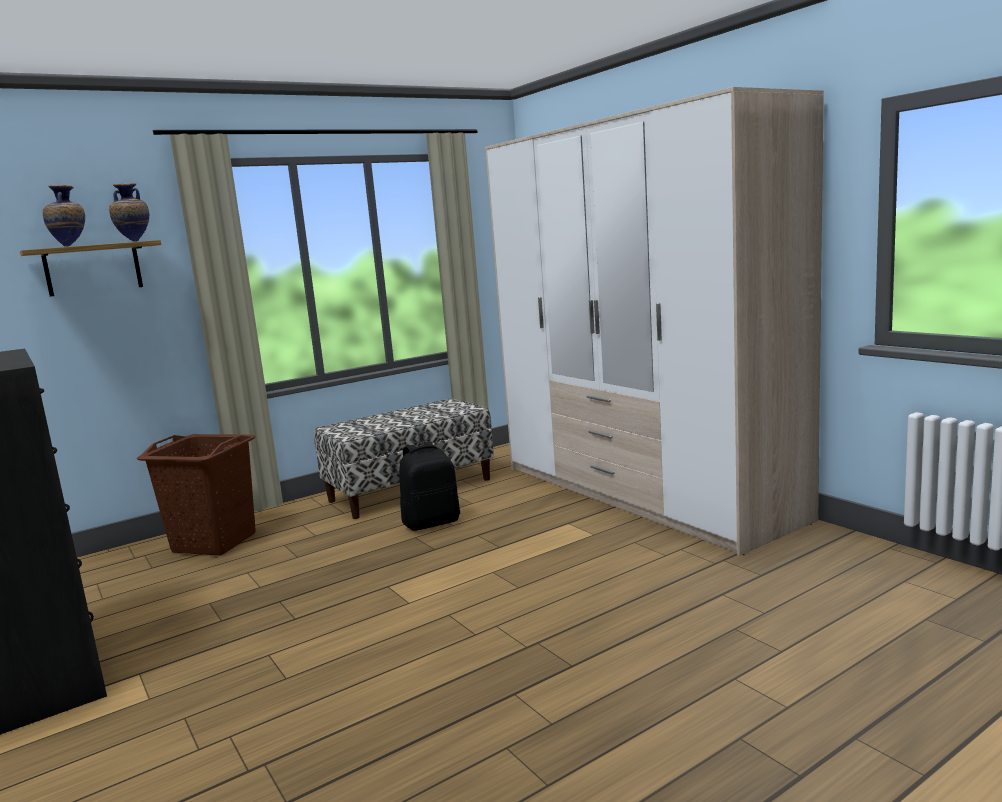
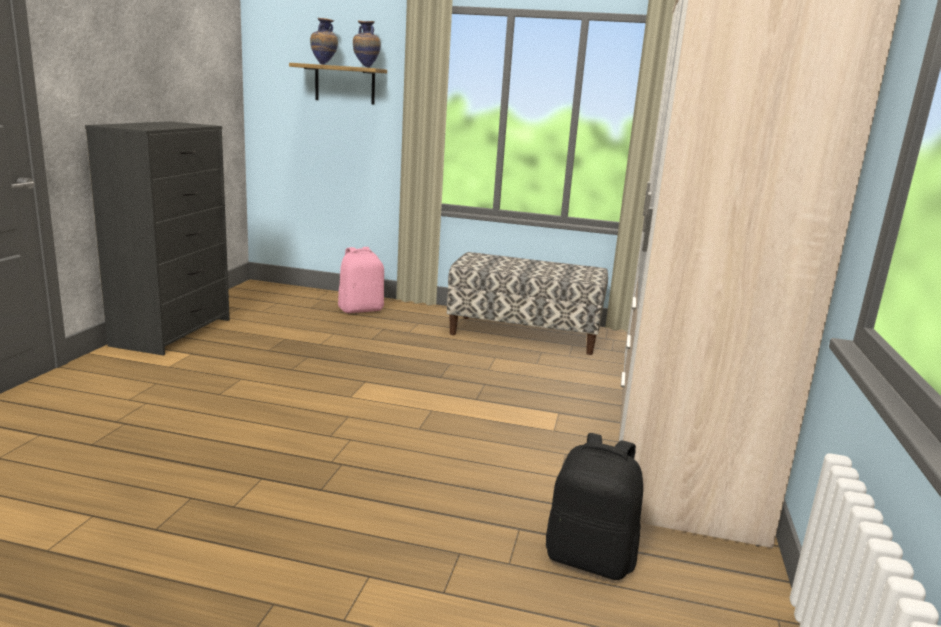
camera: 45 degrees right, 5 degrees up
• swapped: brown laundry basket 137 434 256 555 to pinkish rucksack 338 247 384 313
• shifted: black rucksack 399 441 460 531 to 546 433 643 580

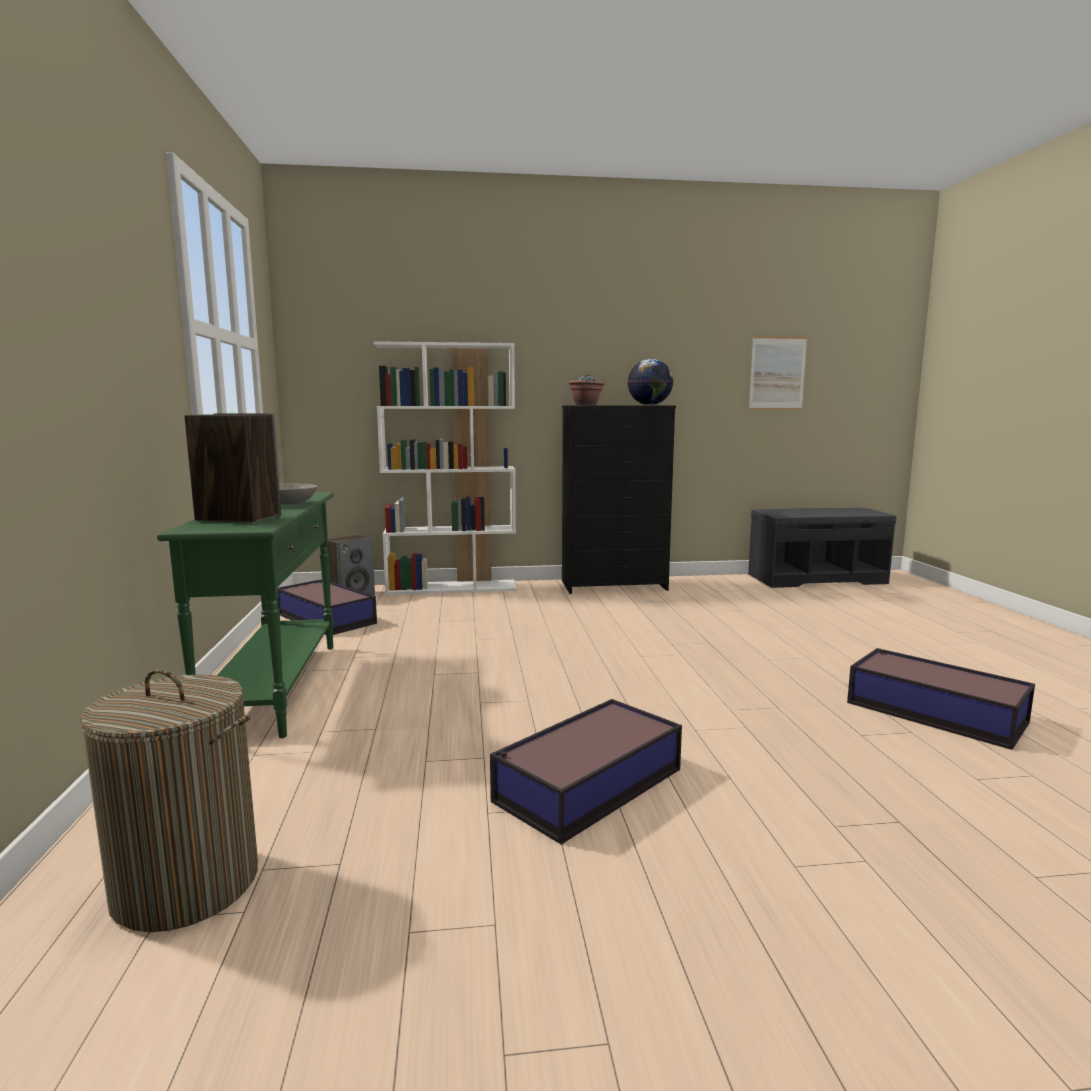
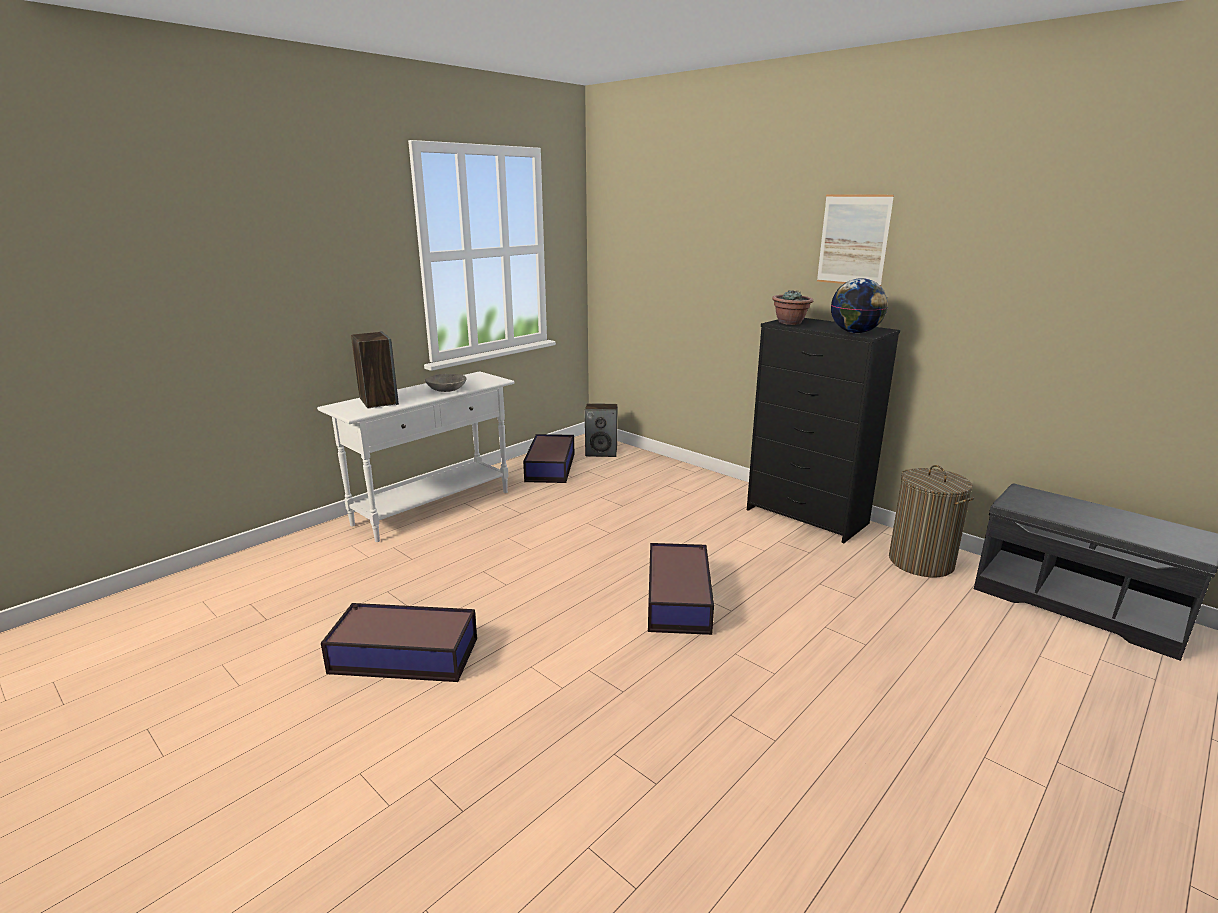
camera: 50 degrees right, 10 degrees up
• shifted: wall art 749 337 807 409 to 817 195 894 286
• gone: white-coloured shelving unit 374 341 517 595
• repainted: greenish hall table 157 492 334 738 to white-coloured hall table 317 371 515 542
• shifted: storage bin 847 648 1035 750 to 648 543 714 635
• shifted: laundry basket 80 669 258 932 to 889 465 974 577

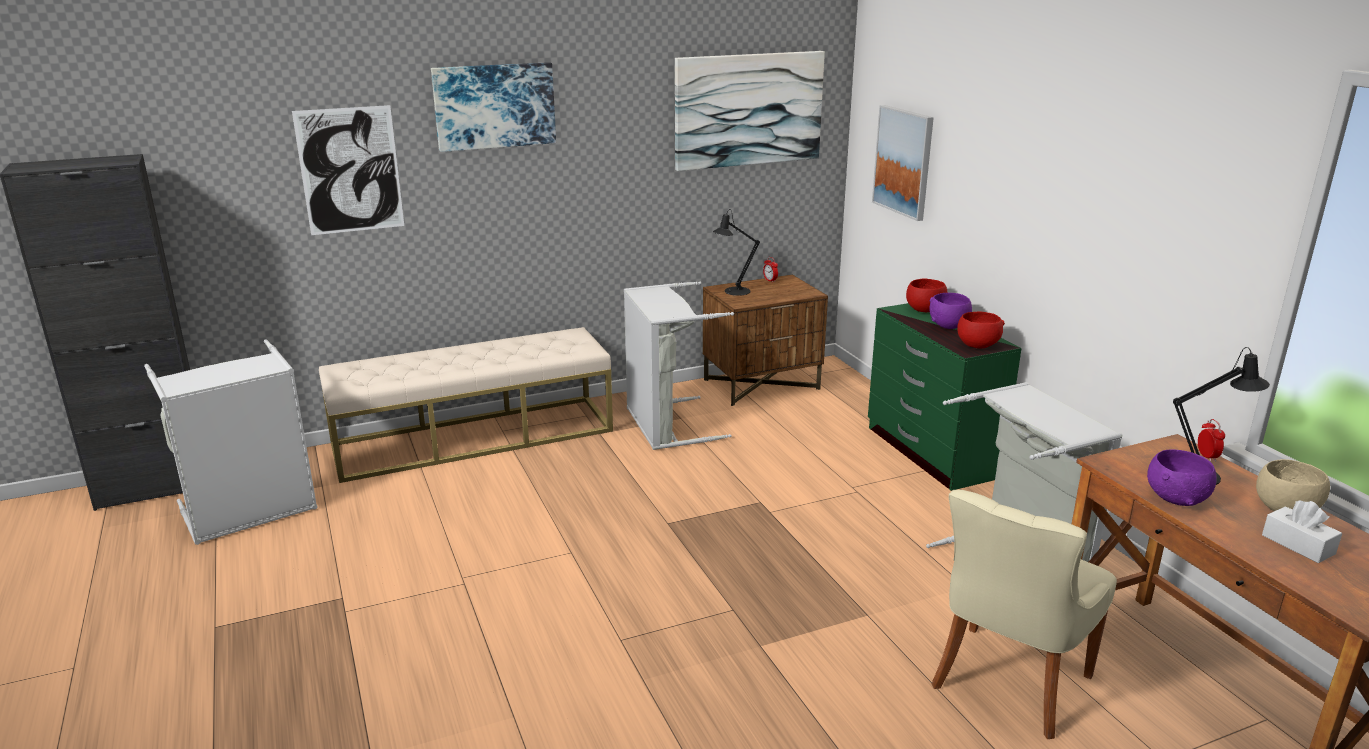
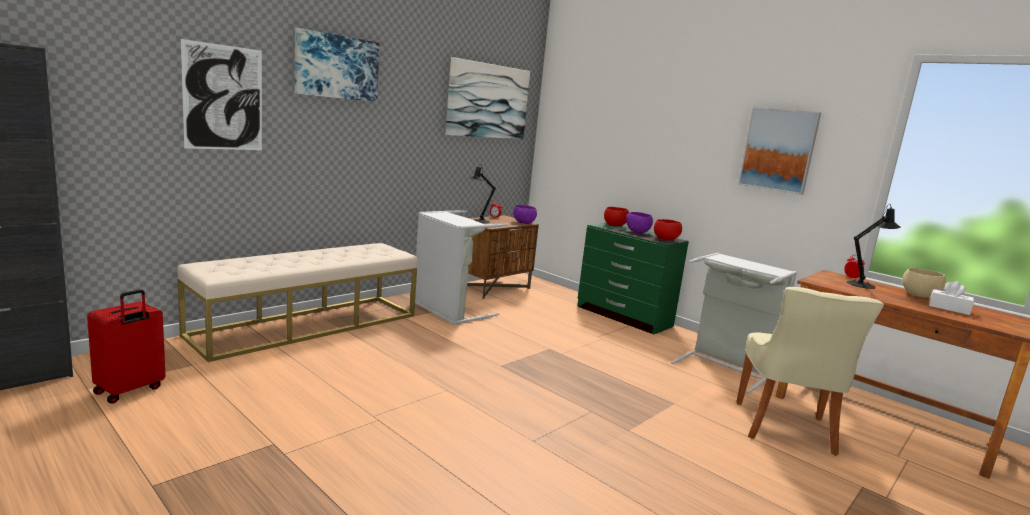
camera: 25 degrees left, 10 degrees down
• shifted: wall art 872 105 934 221 to 738 108 821 195
• swapped: gray laundry basket 144 339 318 545 to reddish piece of luggage 87 289 166 403
• shifted: purplish deep dish 1147 449 1217 506 to 513 205 537 224

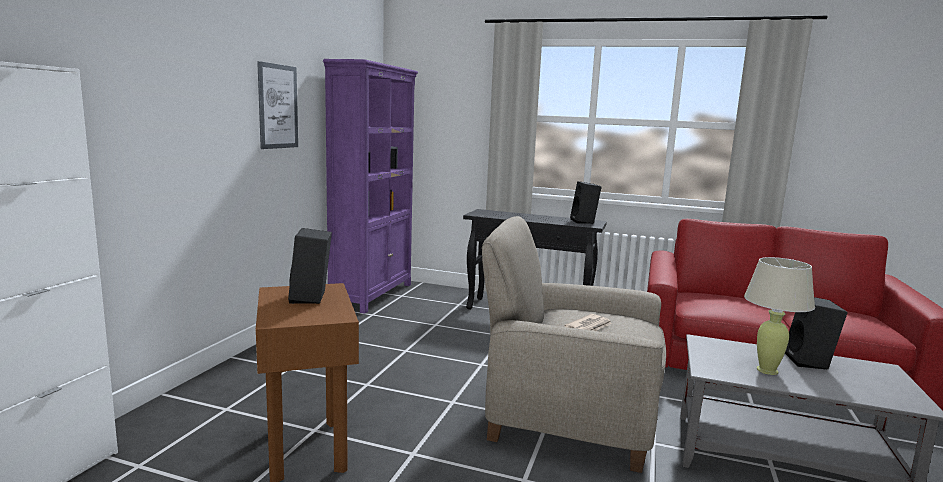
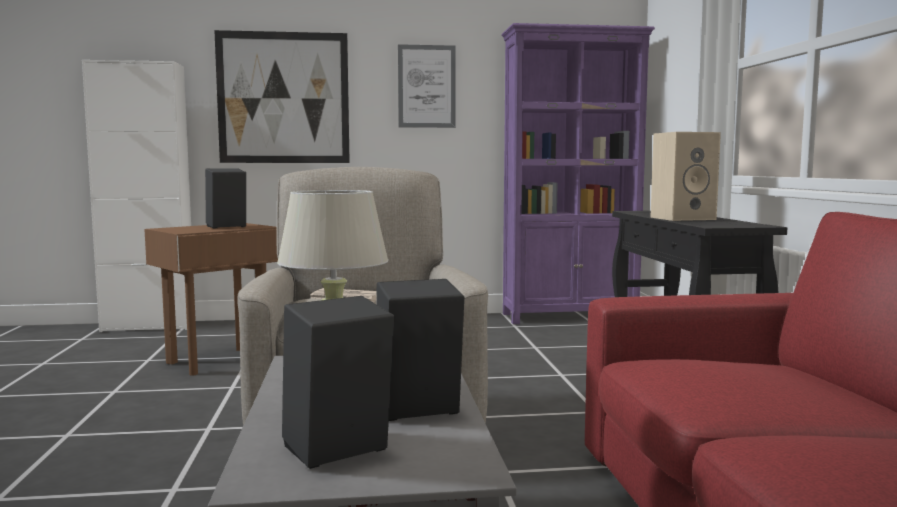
camera: 65 degrees right, 5 degrees down
• shifted: black audio speaker 570 181 602 224 to 282 296 394 469
• new: wall art 214 30 350 163
• new: beige audio speaker 650 132 721 221

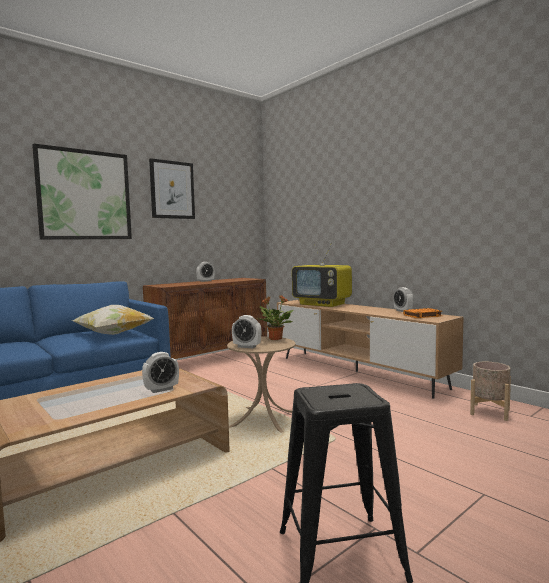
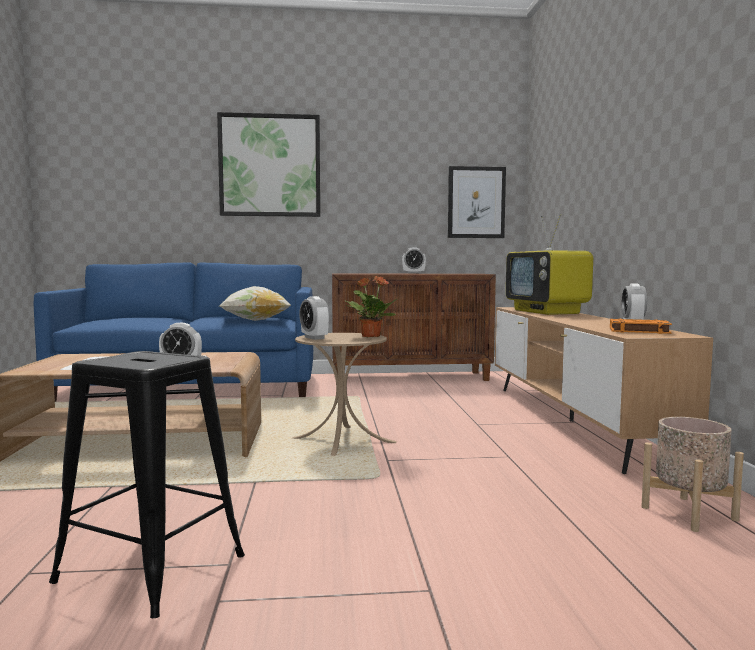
camera: 35 degrees right, 0 degrees up
• shifted: wall art 149 158 195 219 to 448 166 506 238

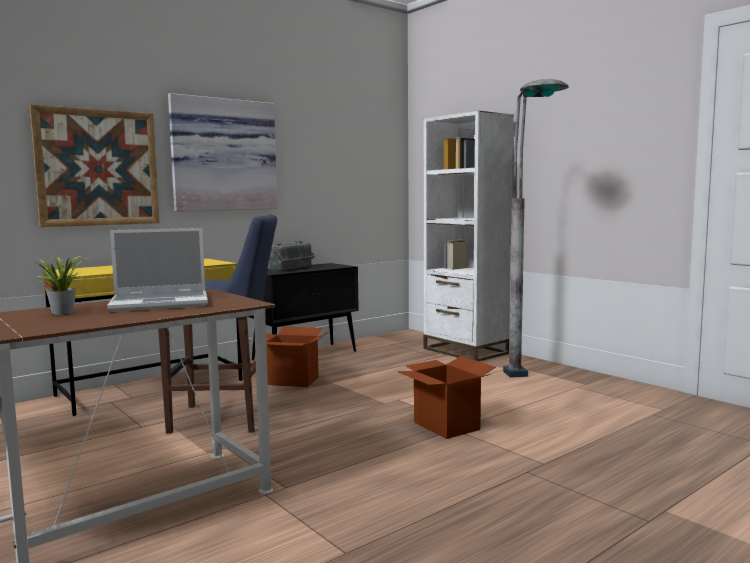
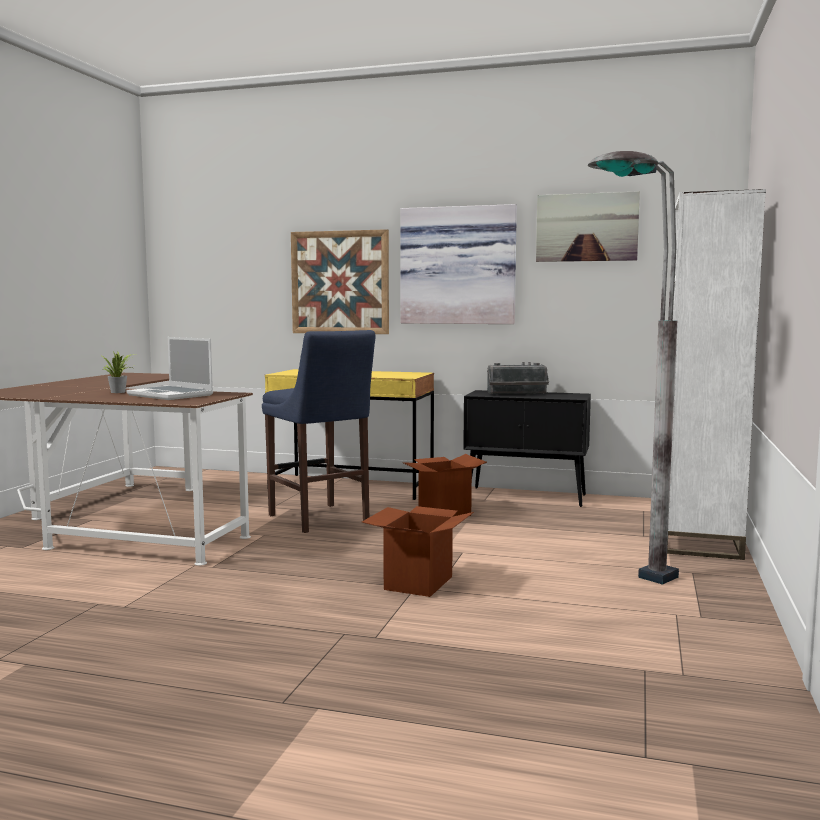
camera: 55 degrees right, 0 degrees up
• new: wall art 536 191 640 262

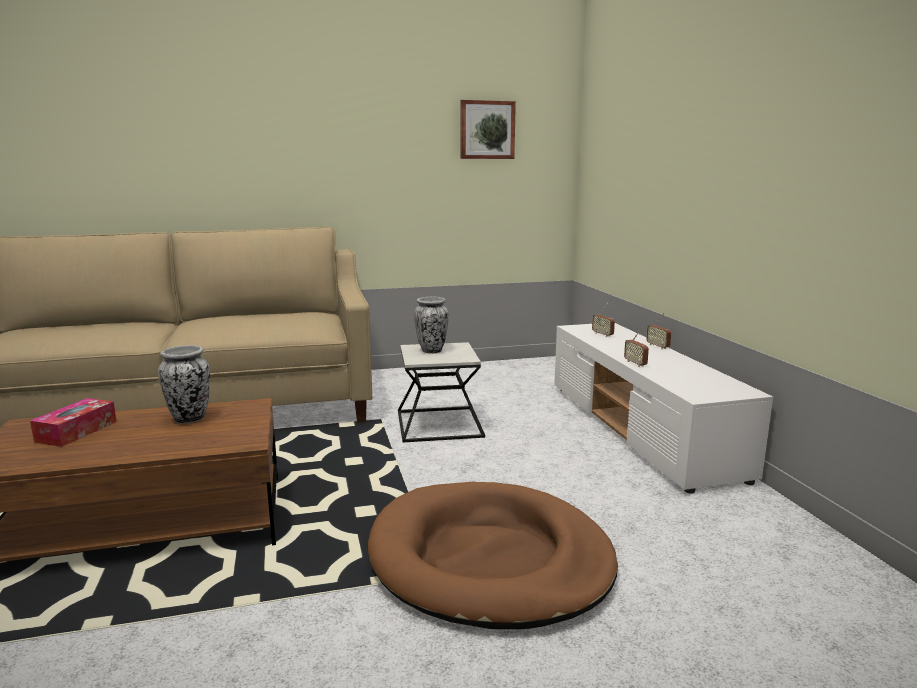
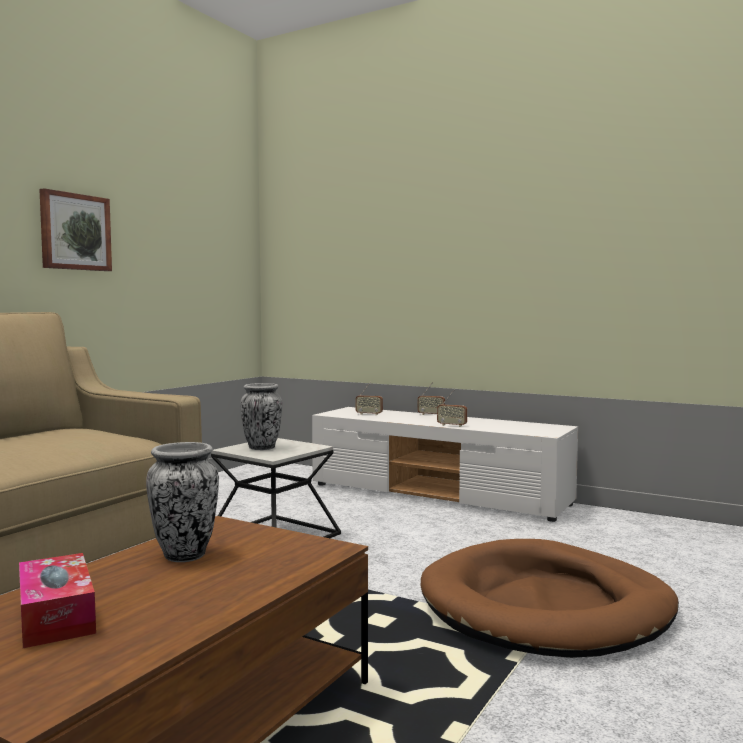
camera: 45 degrees left, 10 degrees down
• shifted: wall art 460 100 516 159 to 39 188 112 271

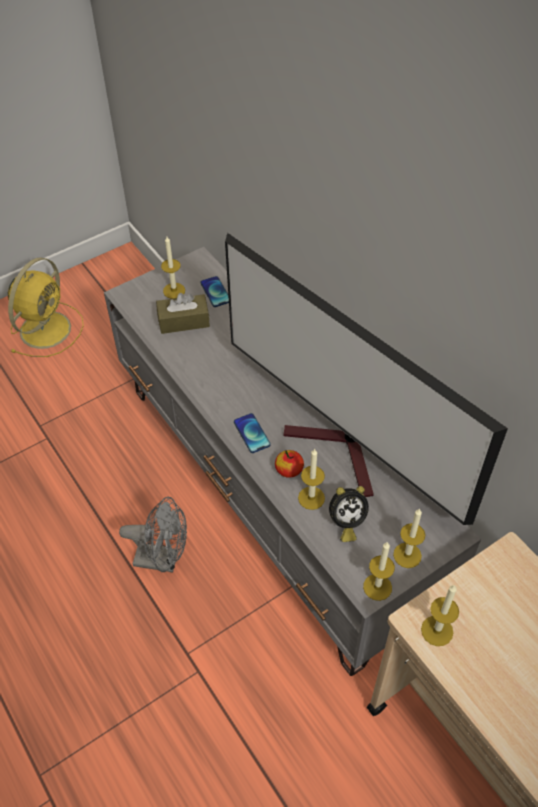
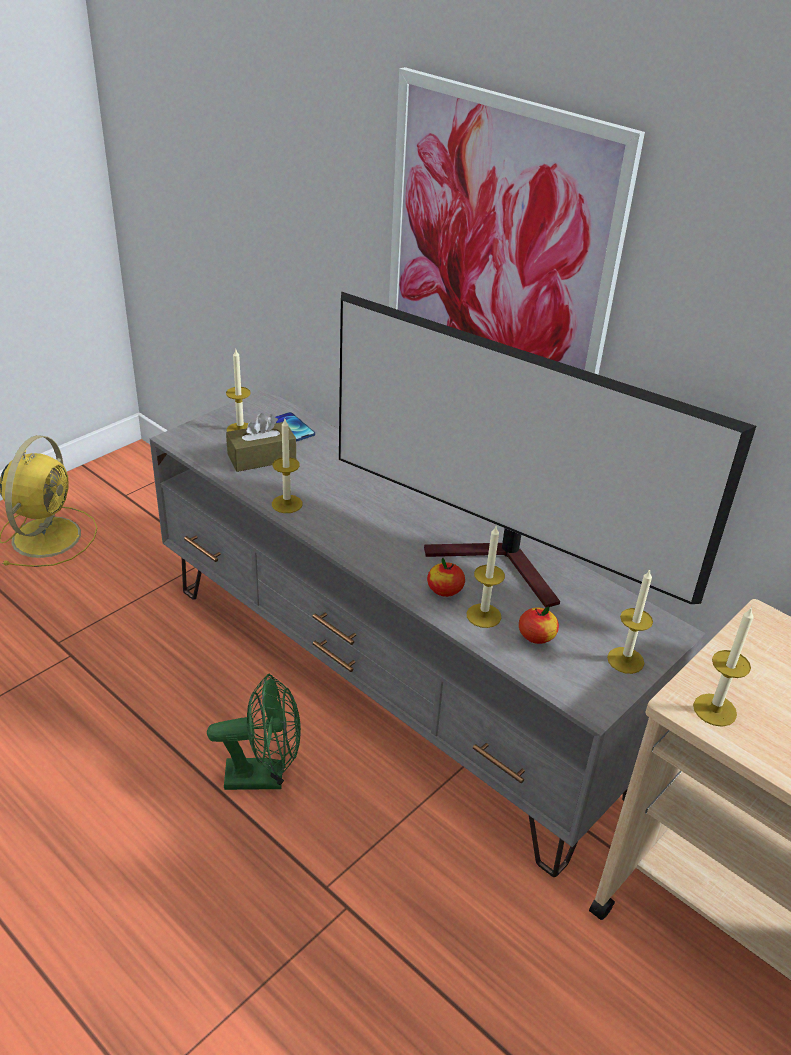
camera: 15 degrees left, 15 degrees down
• gone: phone 234 413 271 453
• swapped: table clock 329 486 369 542 to whole apple 519 607 559 644
• repainted: gray cooling fan 119 497 187 573 to greenish cooling fan 207 674 301 790
• shifted: candle 363 542 395 601 to 272 419 302 513
• new: wall art 389 67 645 374

